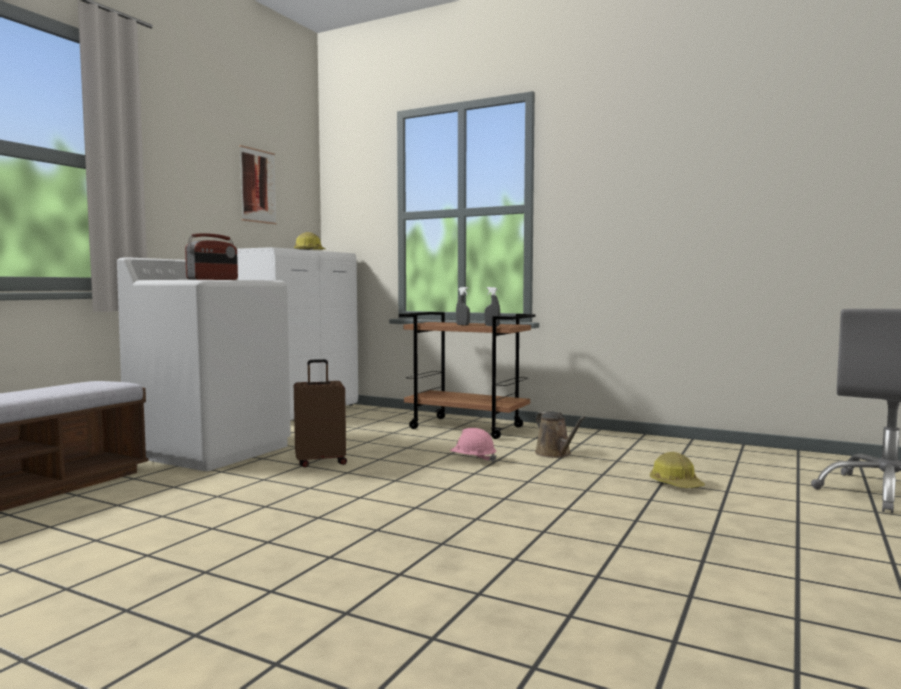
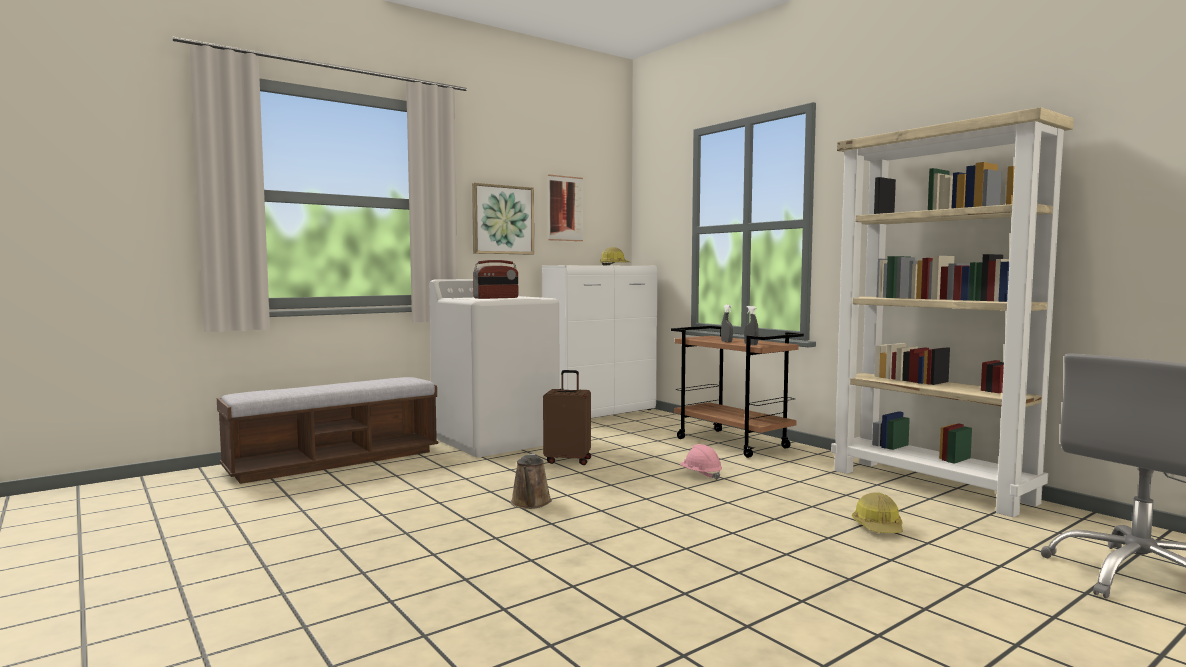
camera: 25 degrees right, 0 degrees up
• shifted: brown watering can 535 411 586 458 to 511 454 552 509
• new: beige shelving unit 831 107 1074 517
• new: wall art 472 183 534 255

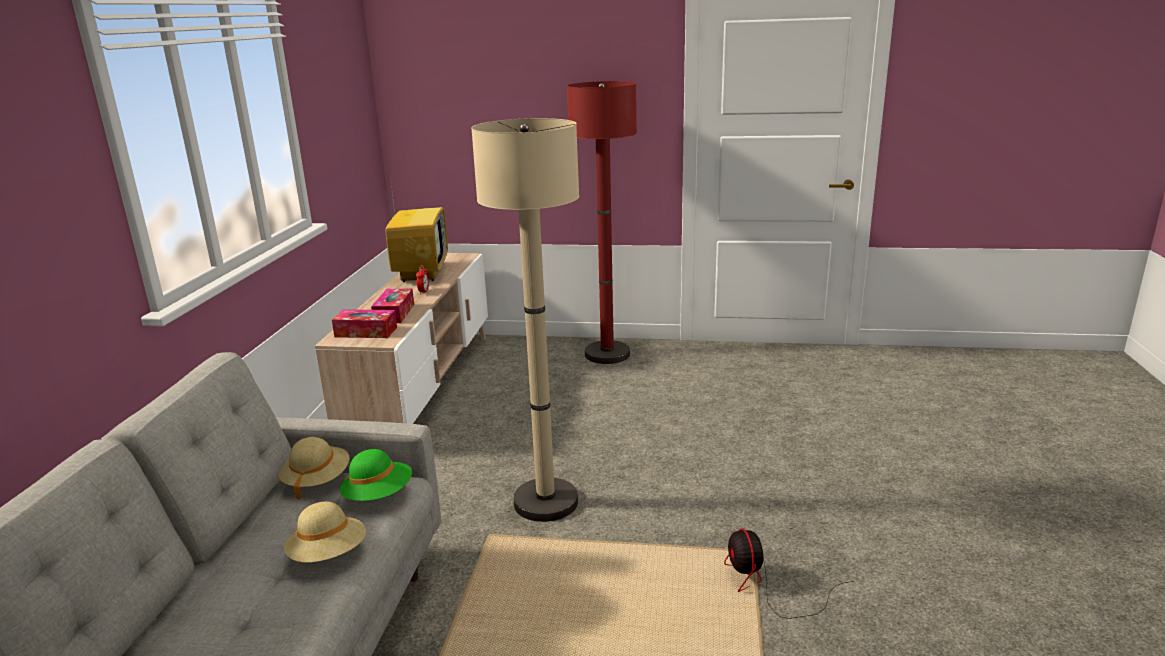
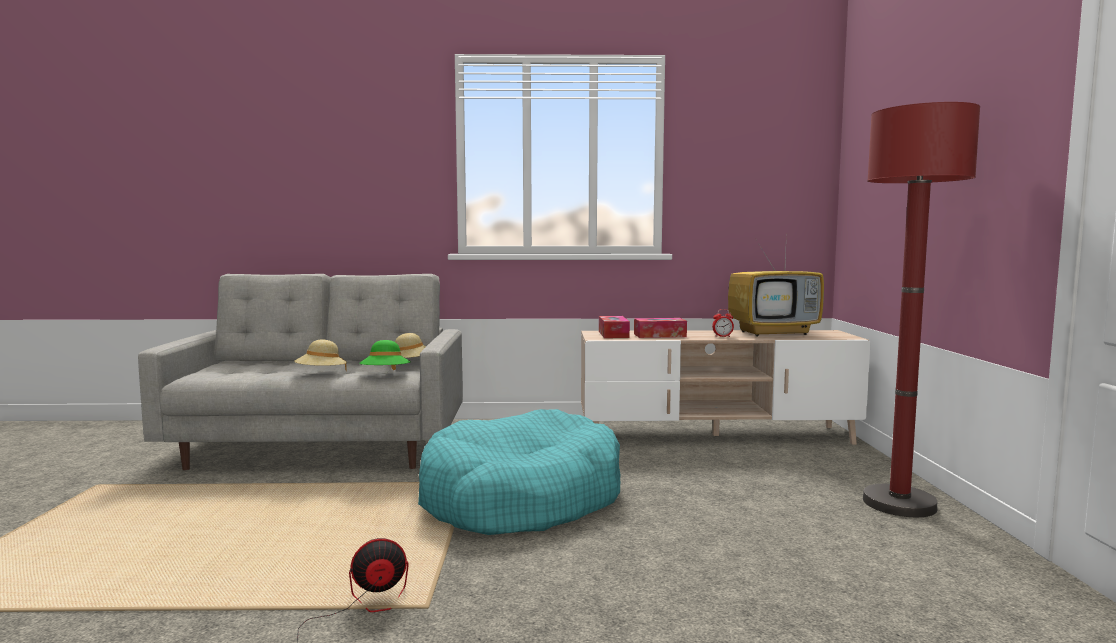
camera: 80 degrees right, 15 degrees down
• swapped: beige floor lamp 471 118 579 522 to turquoise dog bed 418 409 621 535

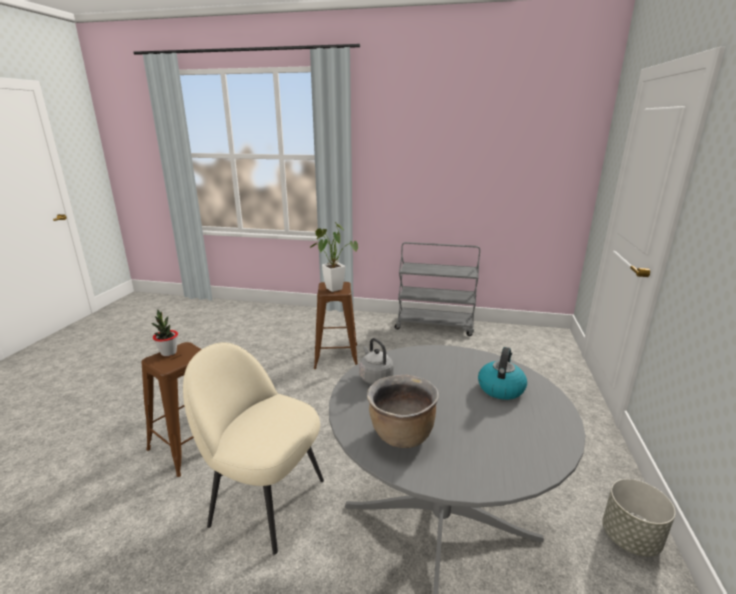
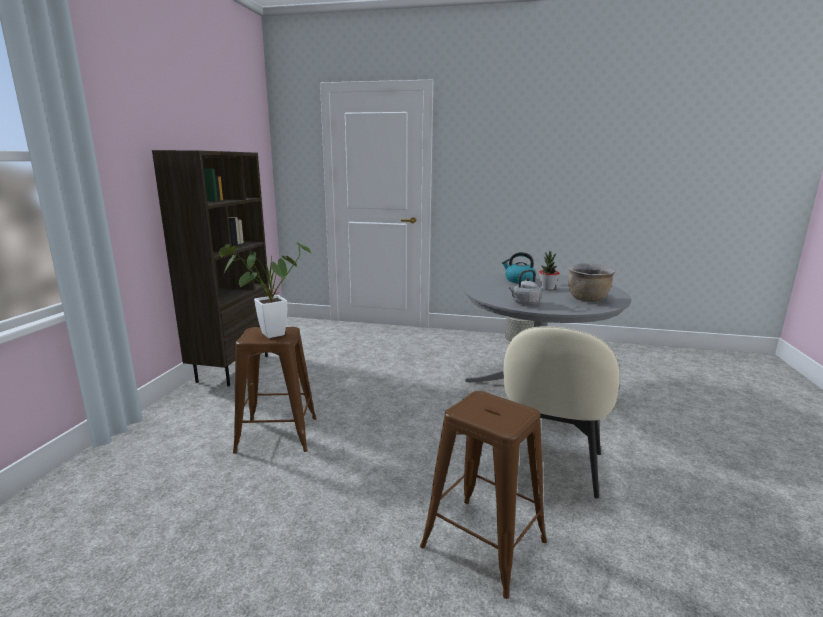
camera: 90 degrees left, 5 degrees down
• swapped: gray trolley 395 242 480 336 to brown shelving unit 152 150 269 387
• shifted: houseplant 151 309 178 356 to 539 251 559 290

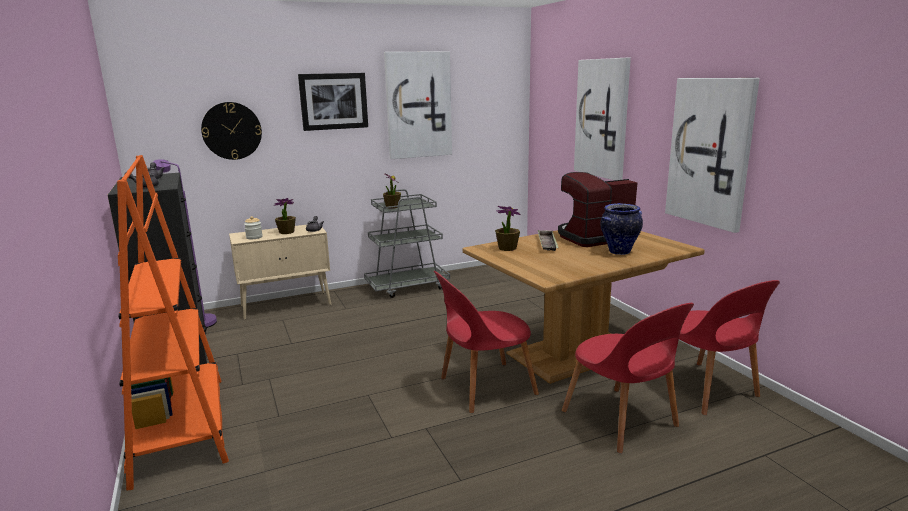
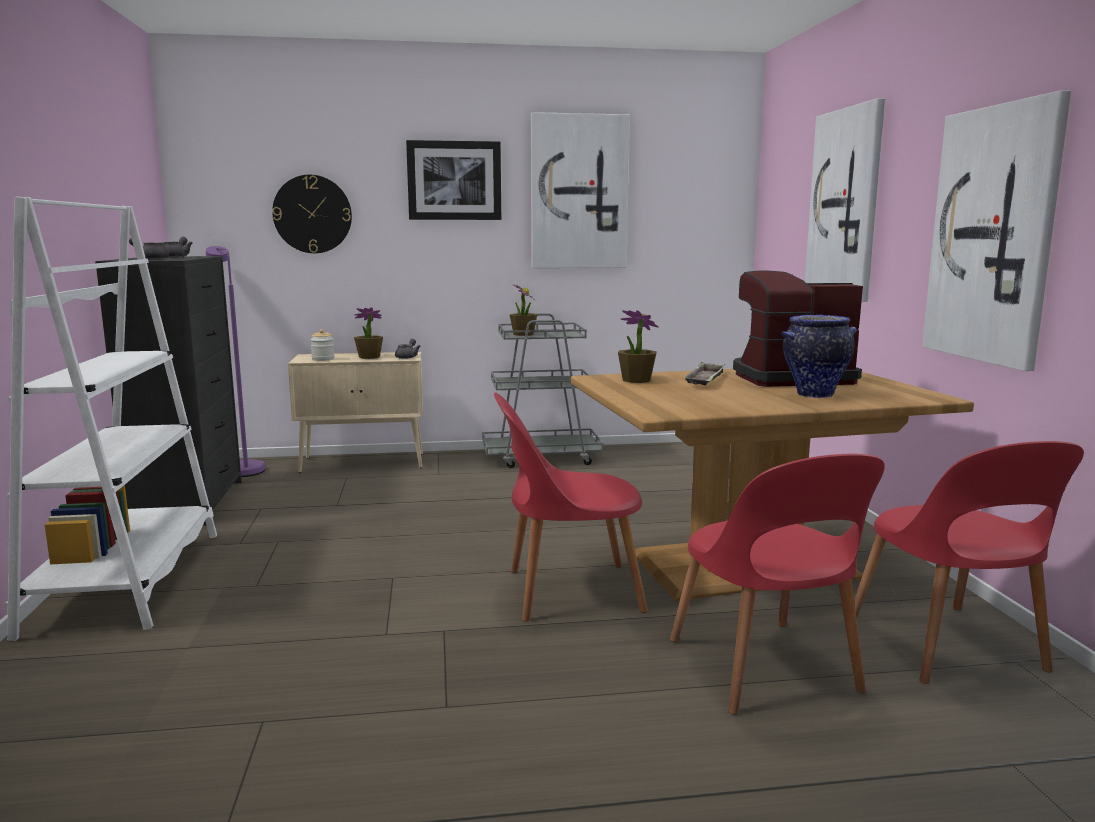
camera: 15 degrees right, 5 degrees down
• repainted: orange-coloured shelving unit 117 155 229 491 to white-coloured shelving unit 5 196 217 641

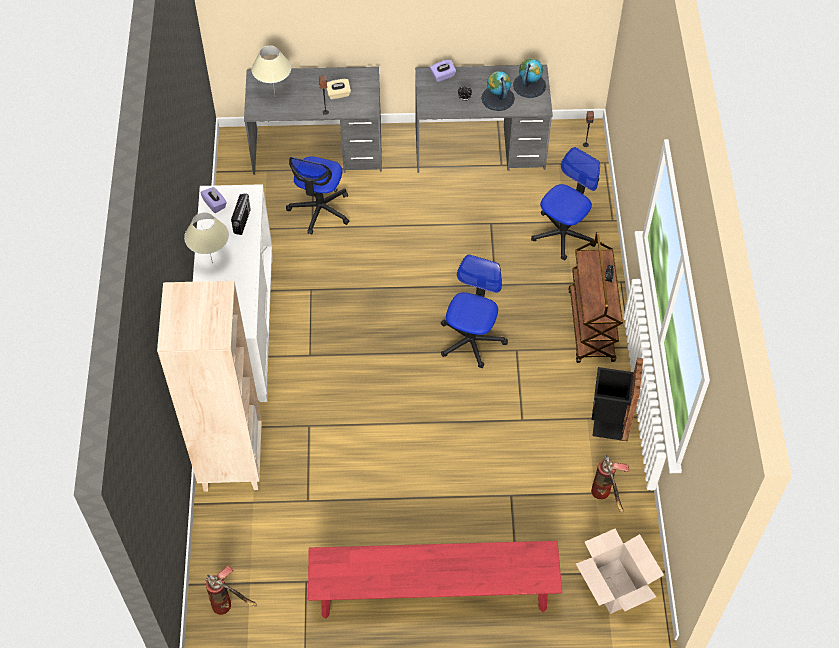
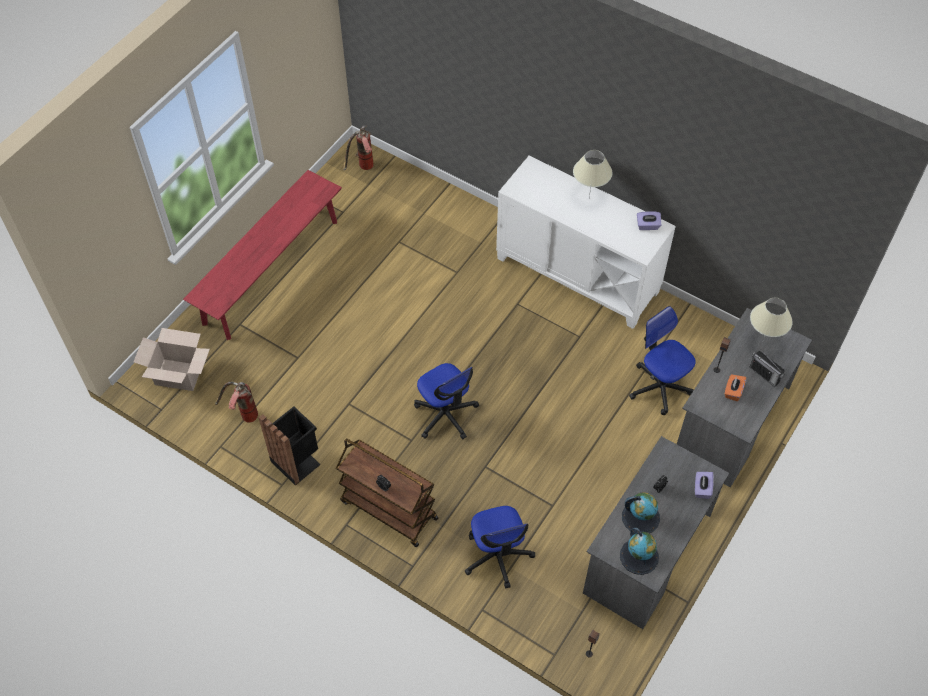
camera: 125 degrees right, 0 degrees up
• repainted: beige box of tissues 326 79 351 100 to orange-coloured box of tissues 725 374 746 401
• shifted: radio set 231 193 251 235 to 750 350 785 387
• gone: beige shelving unit 157 281 262 491

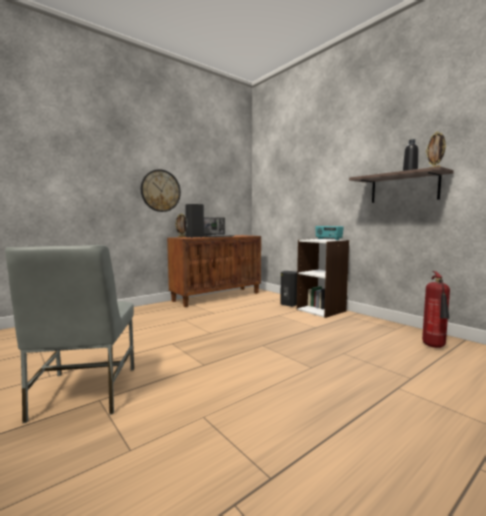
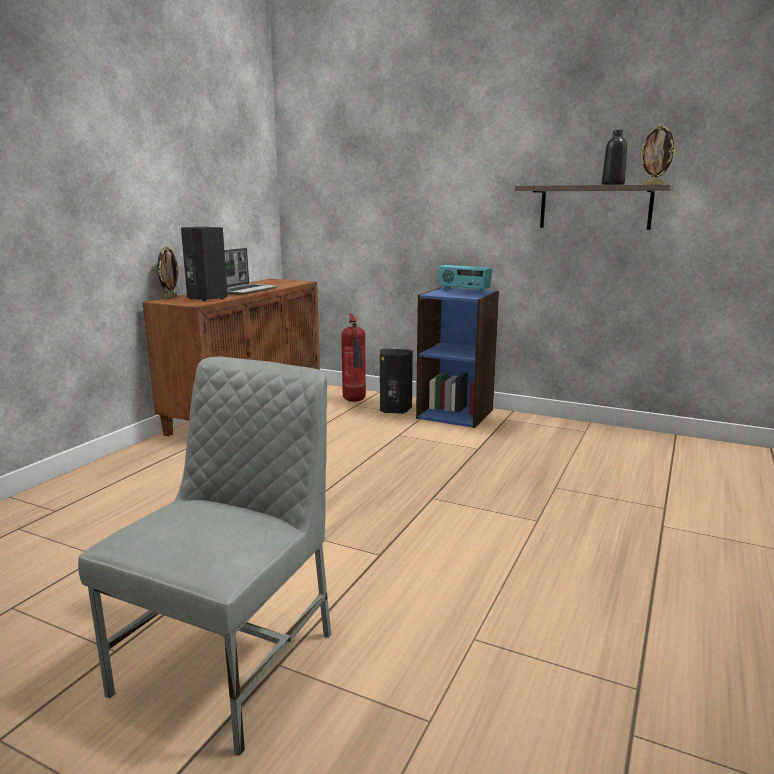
camera: 25 degrees left, 10 degrees up
• gone: clock on the wall 141 169 181 212
• repainted: white-coloured shelving unit 297 239 349 318 to blue-coloured shelving unit 416 287 499 428
• rotated: gray upright chair 5 245 134 423 = 78 356 332 756 120 degrees counterclockwise
• shifted: fire extinguisher 422 271 450 348 to 341 314 366 402

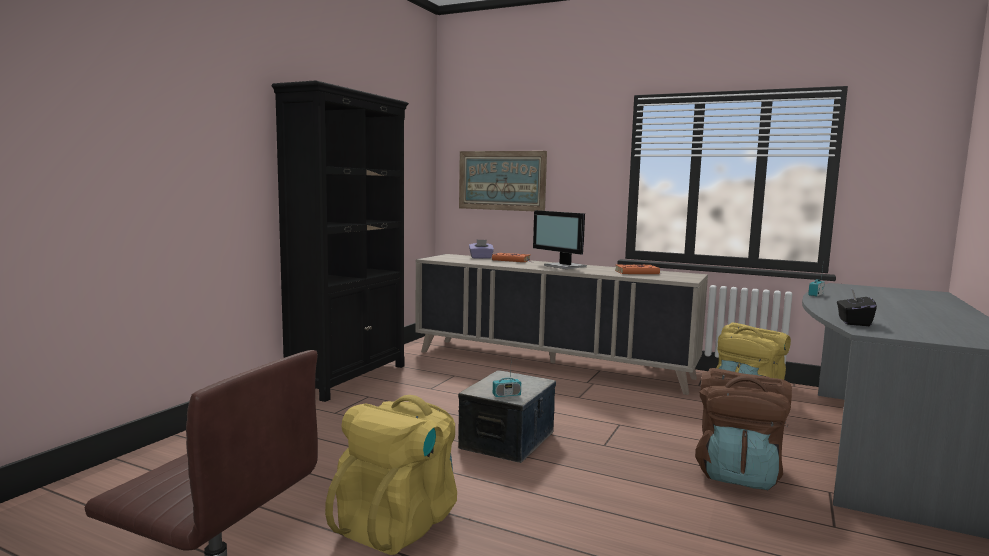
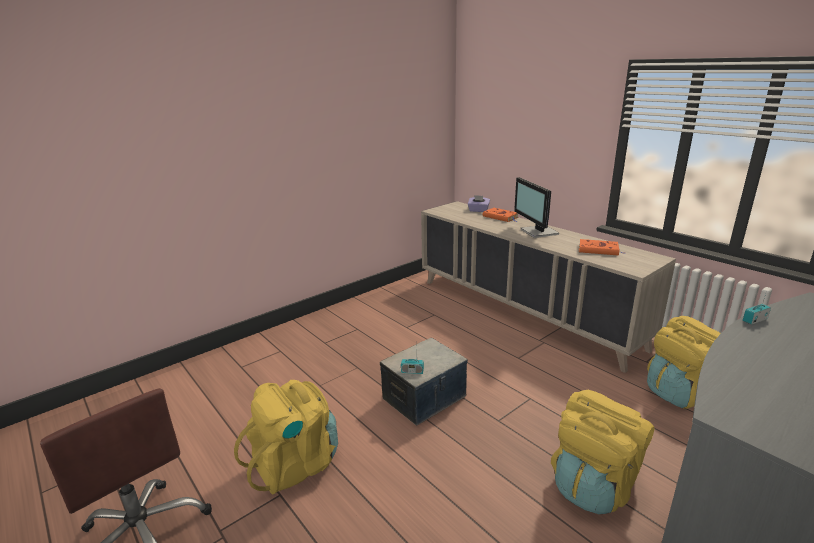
camera: 25 degrees right, 15 degrees up
• gone: black shelving unit 272 80 409 402
• gone: wall art 459 151 547 211
• gone: black box of tissues 837 290 877 326
• repainted: brown rucksack 695 368 792 490 to yellow-coloured rucksack 551 390 655 514

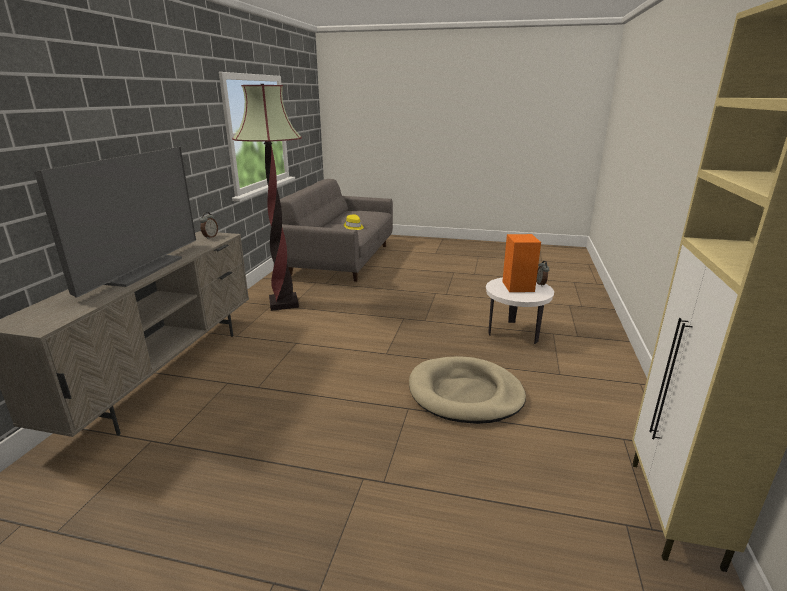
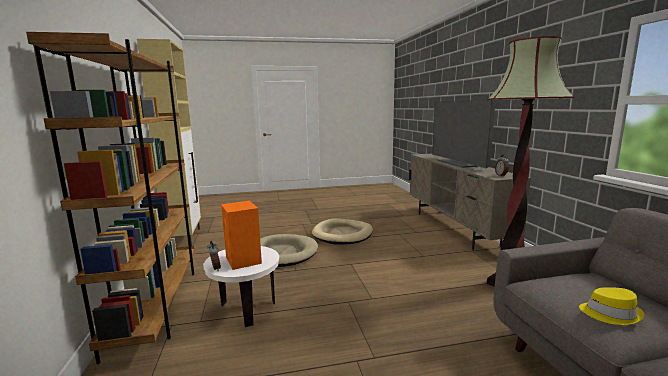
camera: 155 degrees right, 10 degrees down
• new: brown shelving unit 26 32 195 364
• new: beige dog bed 312 218 373 244

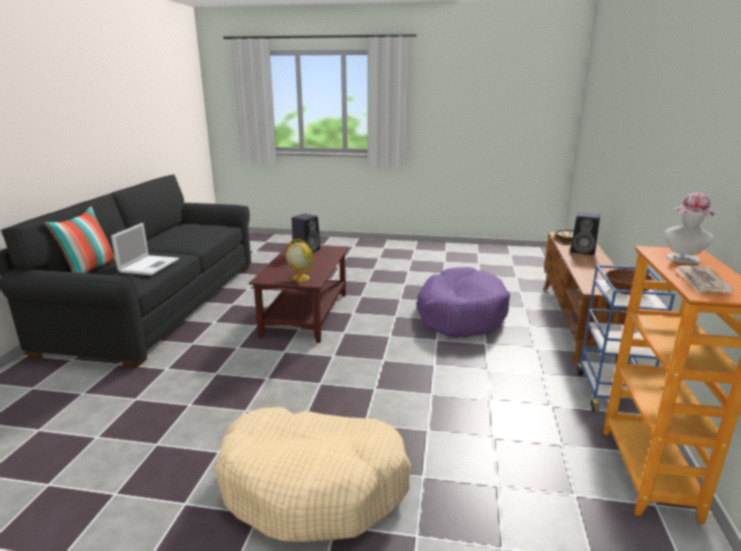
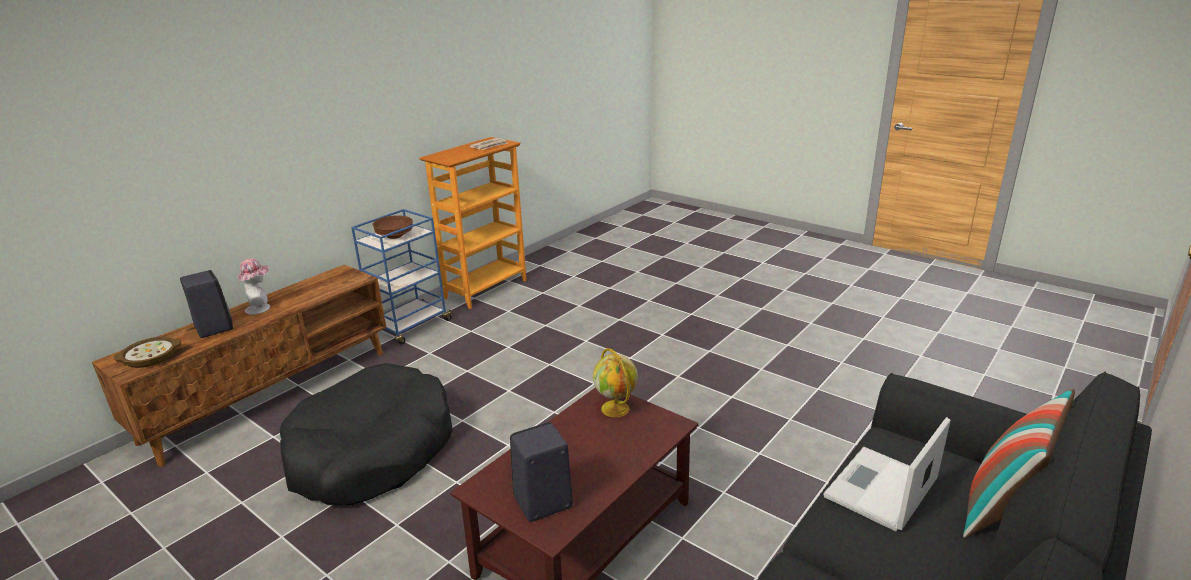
camera: 150 degrees left, 5 degrees up
• shifted: wearable hat 664 193 716 264 to 237 258 270 315
• repainted: purplish dog bed 416 267 510 338 to black dog bed 279 363 453 505
• gone: beige dog bed 215 407 411 542

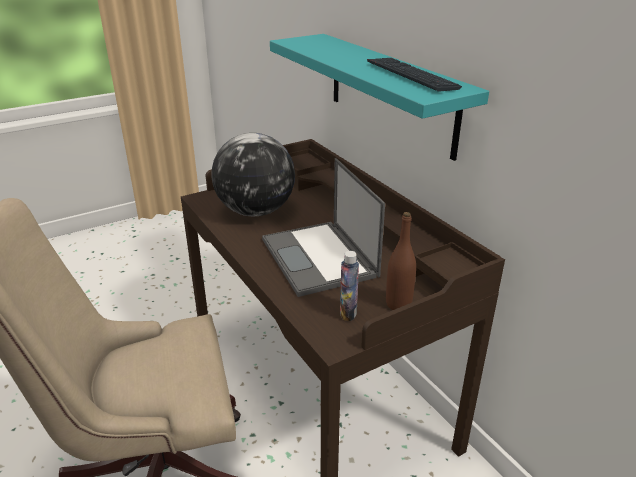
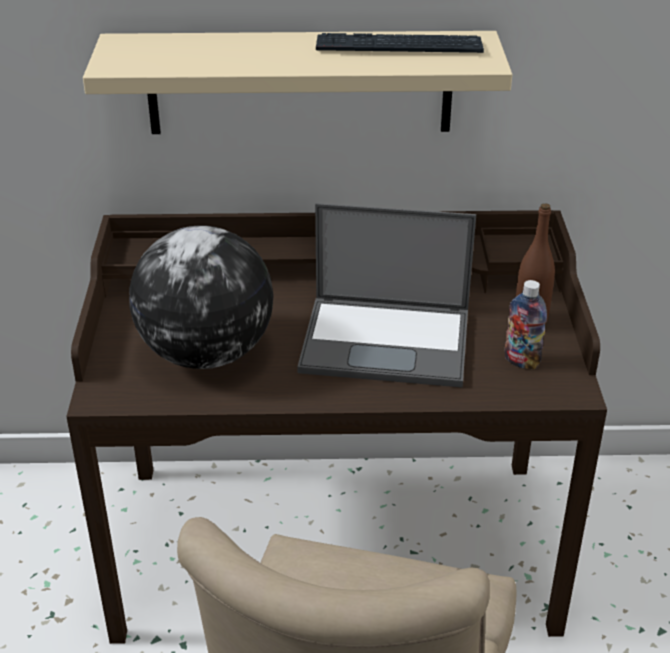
camera: 60 degrees left, 5 degrees up
• repainted: turquoise wall shelf 270 34 489 161 to beige wall shelf 83 31 512 134

